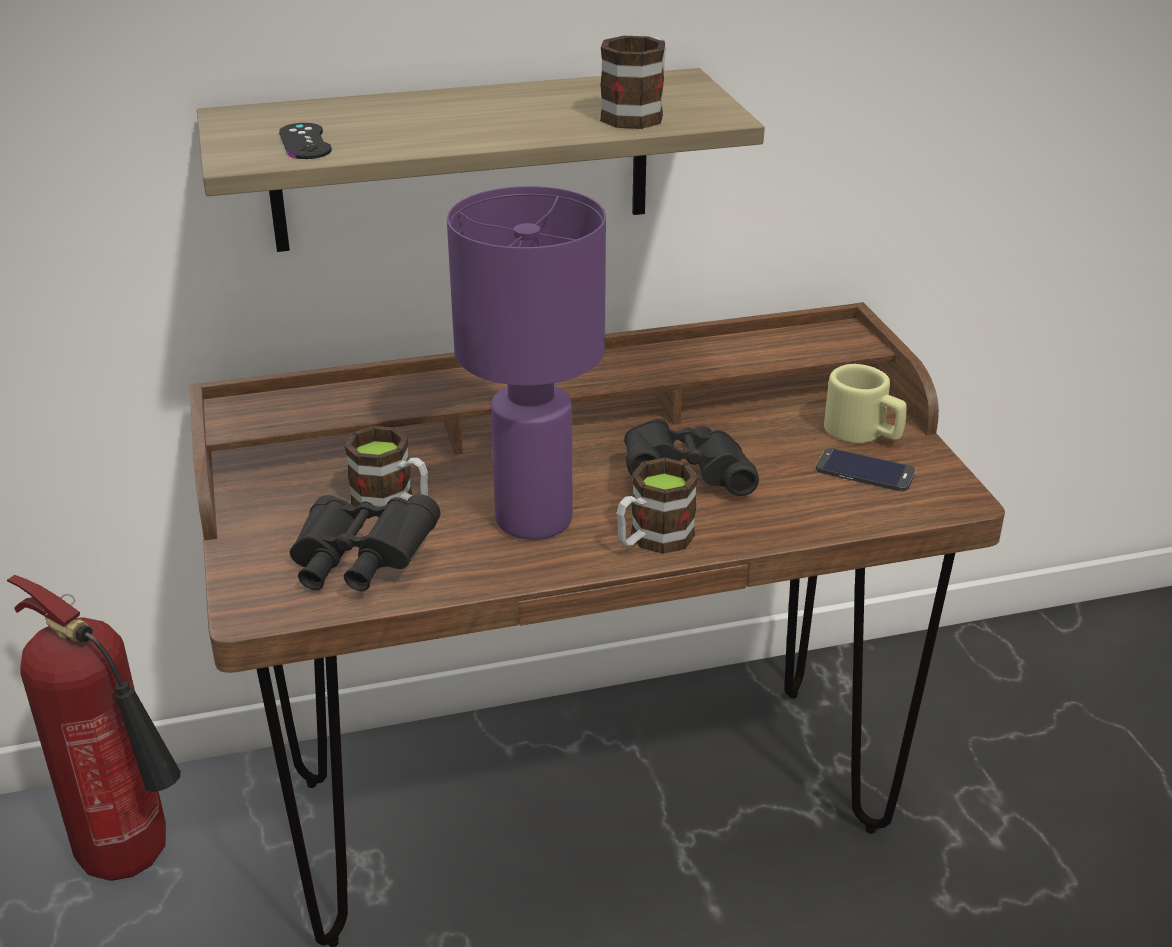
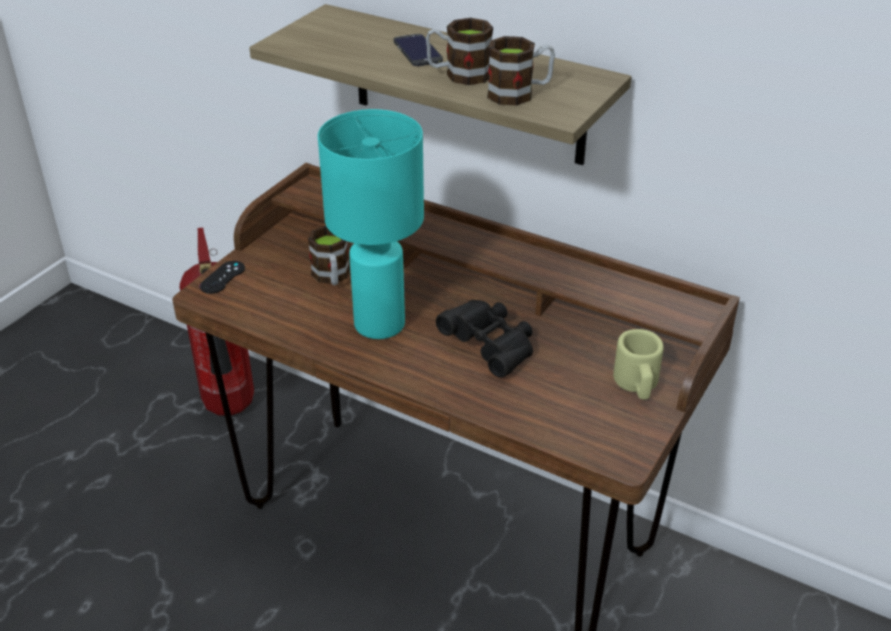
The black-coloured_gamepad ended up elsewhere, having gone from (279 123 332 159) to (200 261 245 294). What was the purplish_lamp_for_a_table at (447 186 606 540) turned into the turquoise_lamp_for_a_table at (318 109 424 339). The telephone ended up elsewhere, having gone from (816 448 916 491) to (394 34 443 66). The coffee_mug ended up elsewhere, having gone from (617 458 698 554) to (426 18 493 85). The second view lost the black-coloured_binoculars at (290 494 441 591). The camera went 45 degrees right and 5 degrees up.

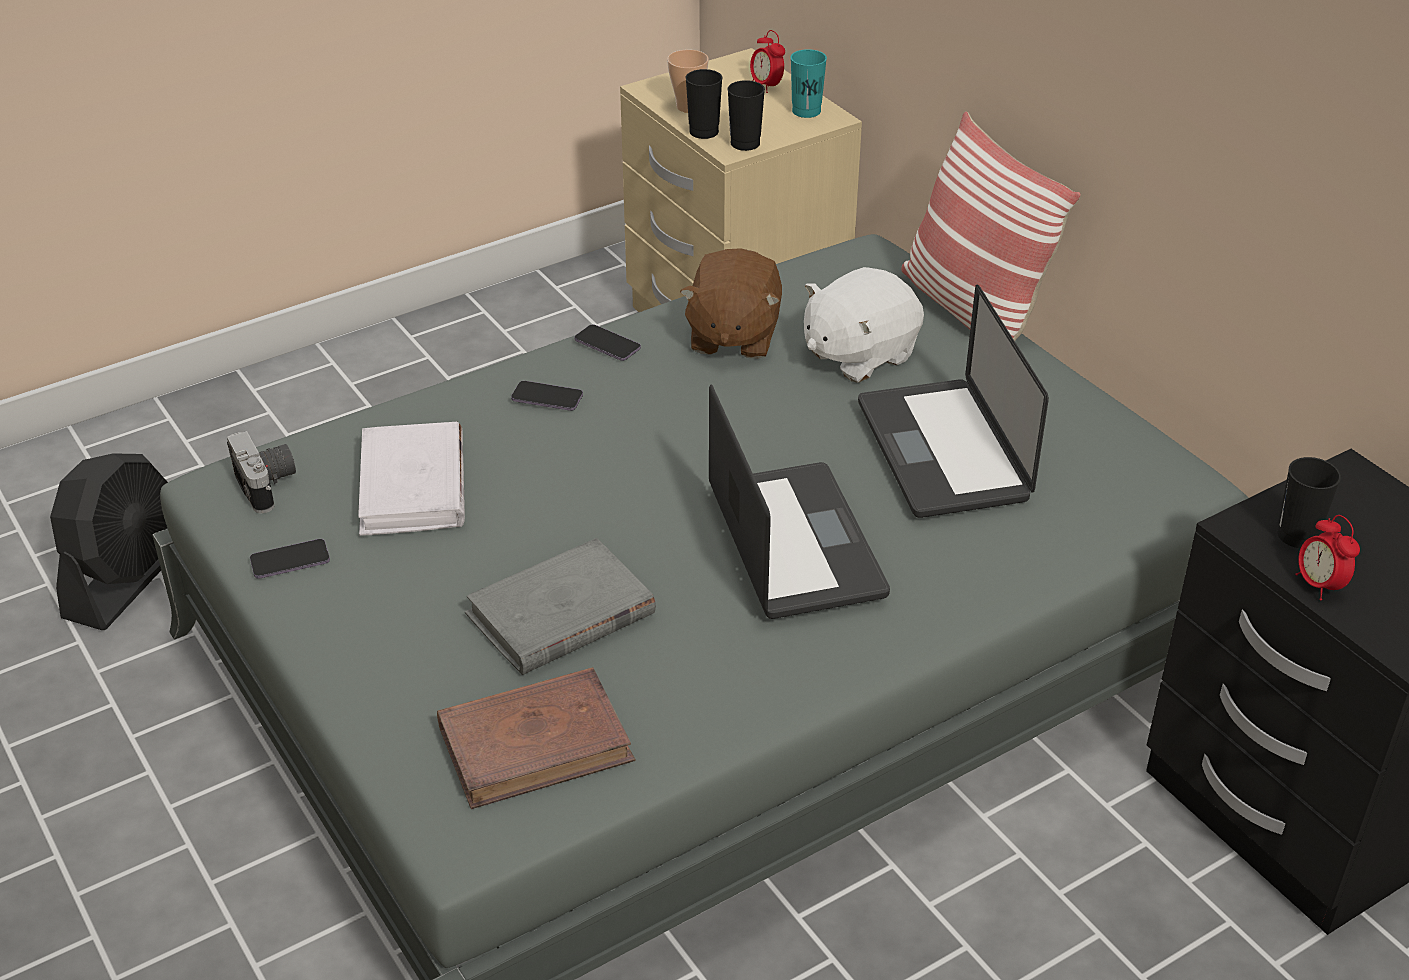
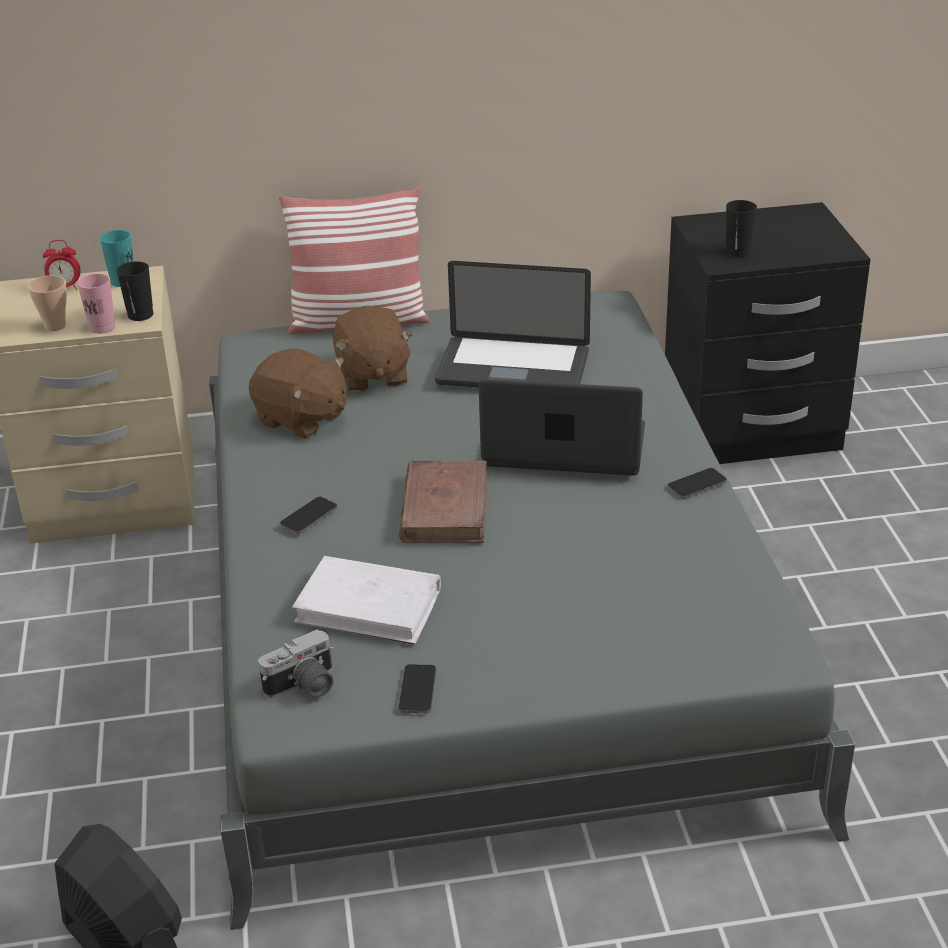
What was the black-coloured_cup at (686 69 723 139) turned into the pink-coloured_cup at (77 273 115 334). The photo_camera at (227 431 296 513) ended up facing another way, 150 degrees clockwise from before. What was the whitish_plush_toy at (804 267 924 383) turned into the brown-coloured_plush_toy at (333 306 413 392). The brown-coloured_bound_book ended up elsewhere, having gone from (437 667 635 809) to (399 460 488 543). The telephone ended up elsewhere, having gone from (574 324 641 361) to (667 468 727 499). The second view lost the gray_bound_book at (465 538 656 675). The second view lost the bedside_clock at (1295 515 1360 601). The camera went 65 degrees left and 5 degrees down.

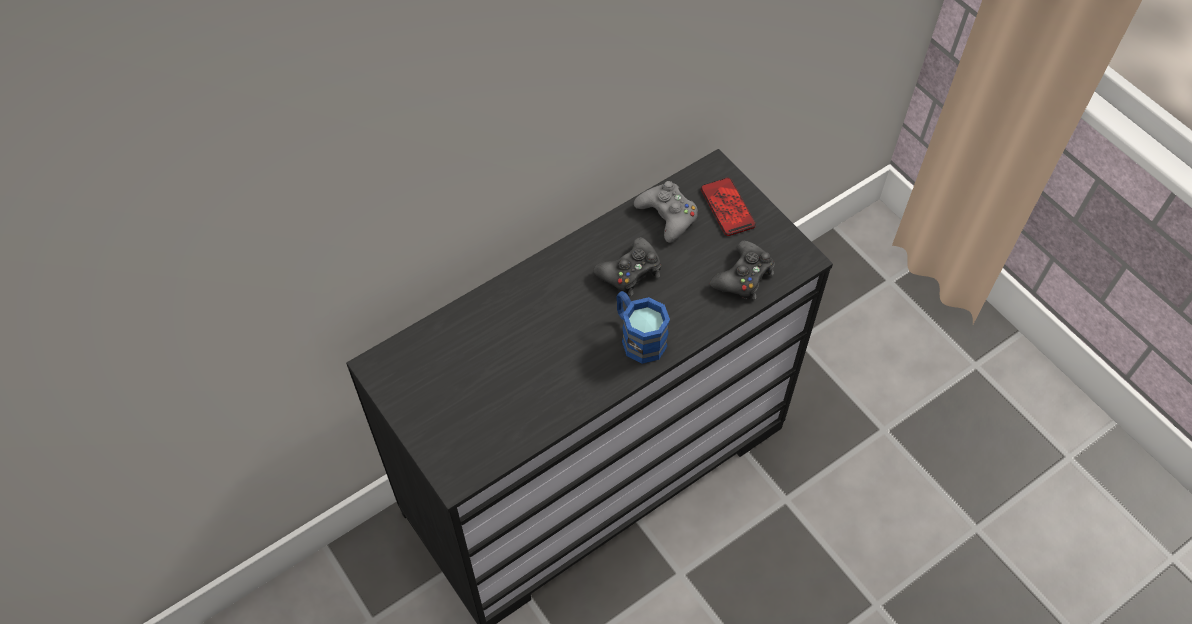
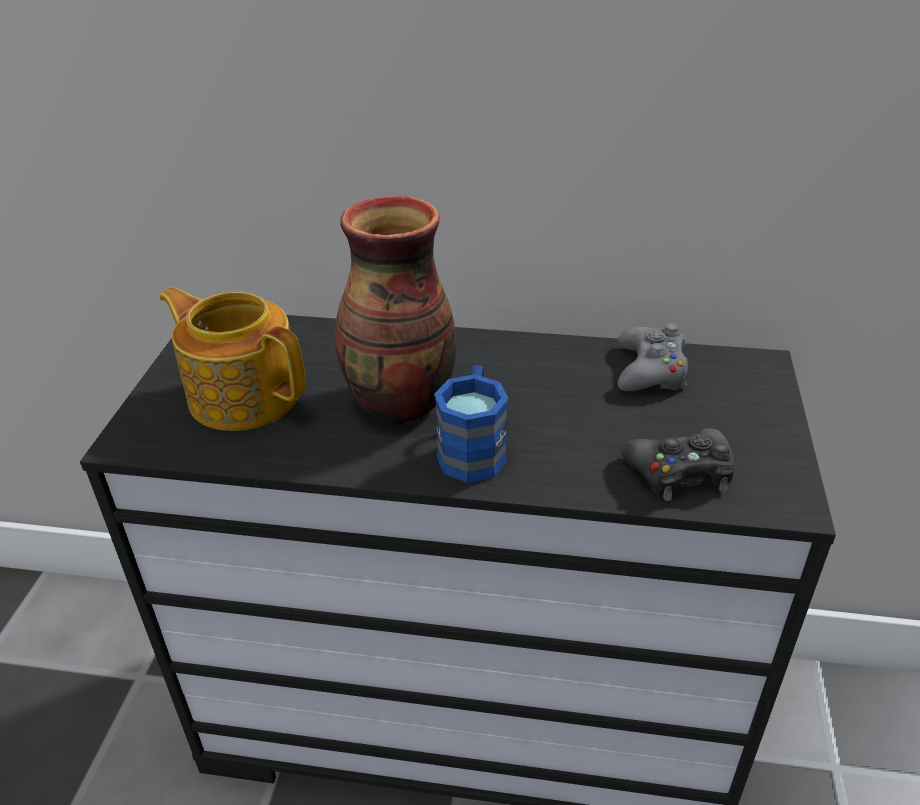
The second view gained the pot_for_tea at (159 287 306 431). The second view gained the flower_vase at (335 196 457 424). The second view lost the black-coloured_gamepad at (593 237 661 296). The second view lost the telephone at (701 178 756 236). The camera went 45 degrees right and 20 degrees down.

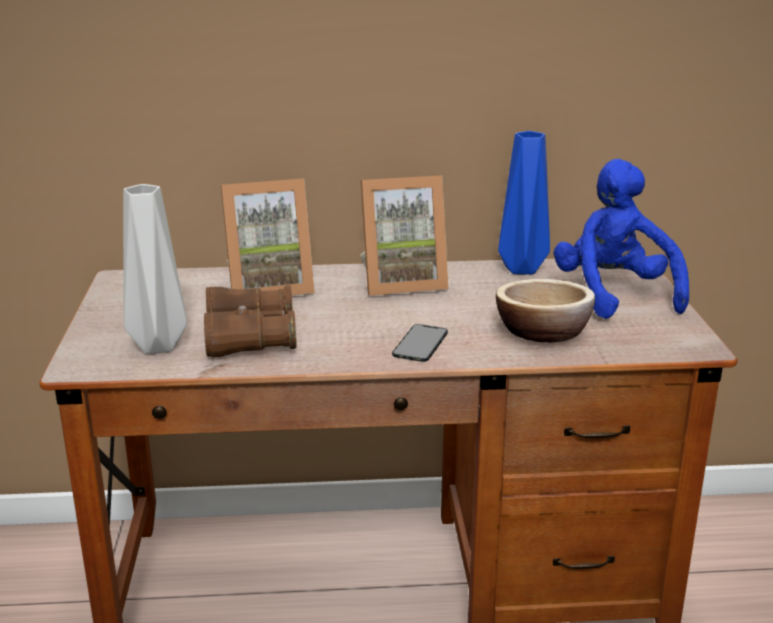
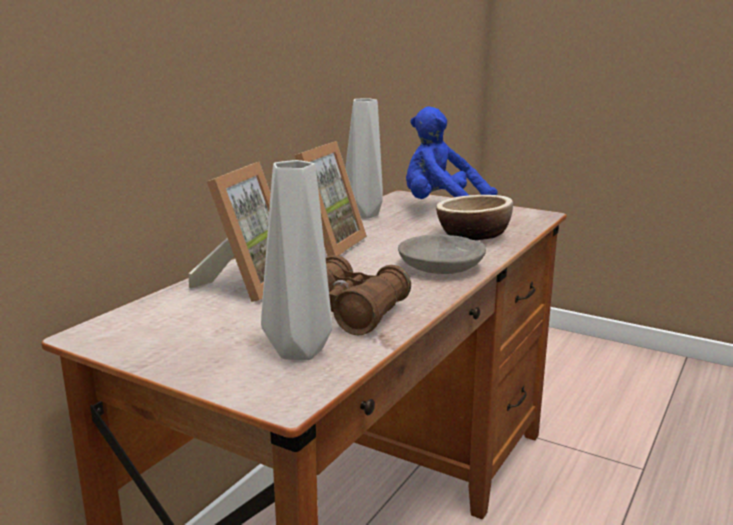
What was the blue_flower_vase at (498 131 550 275) turned into the gray_flower_vase at (345 98 383 219). Where the telephone stood at (392 324 448 362), the gray_deep_dish came to stand at (398 234 486 274). The camera went 55 degrees left and 5 degrees down.

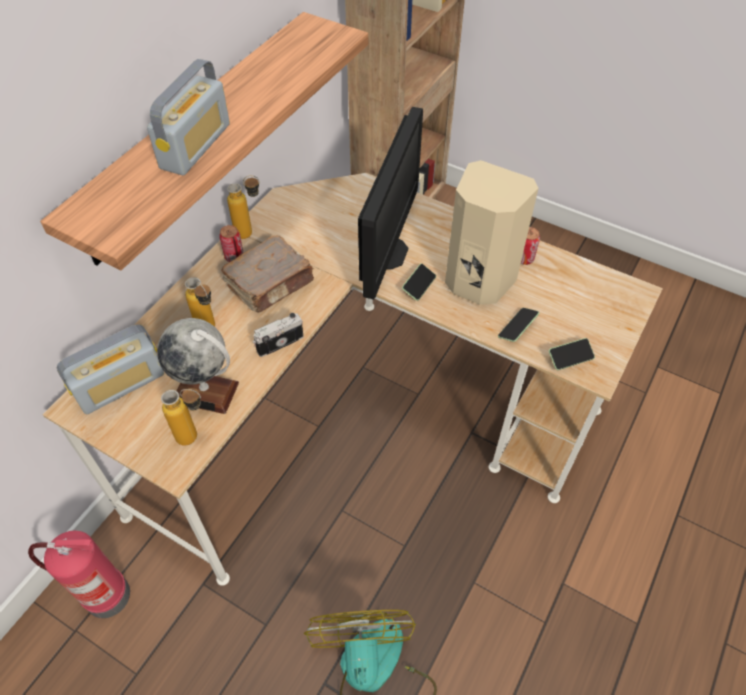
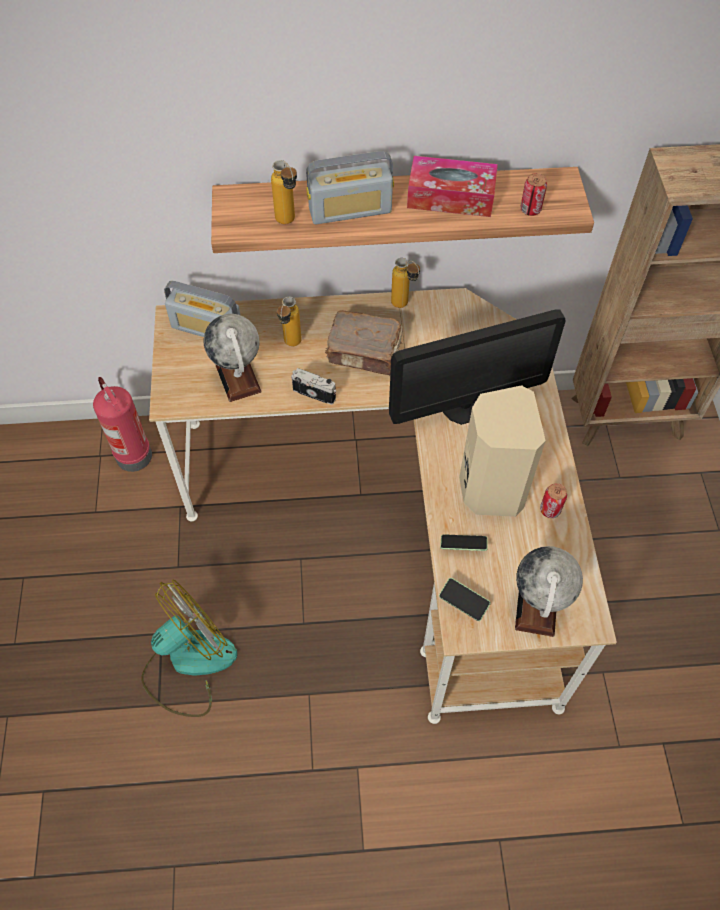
The drink_bottle ended up elsewhere, having gone from (161 388 201 446) to (271 160 297 224). The second view gained the tissue_box at (407 156 498 217). The second view gained the world_globe at (515 546 583 637). The can ended up elsewhere, having gone from (219 225 244 262) to (520 173 547 216). The second view lost the telephone at (402 264 436 301). The camera went 55 degrees right and 5 degrees up.

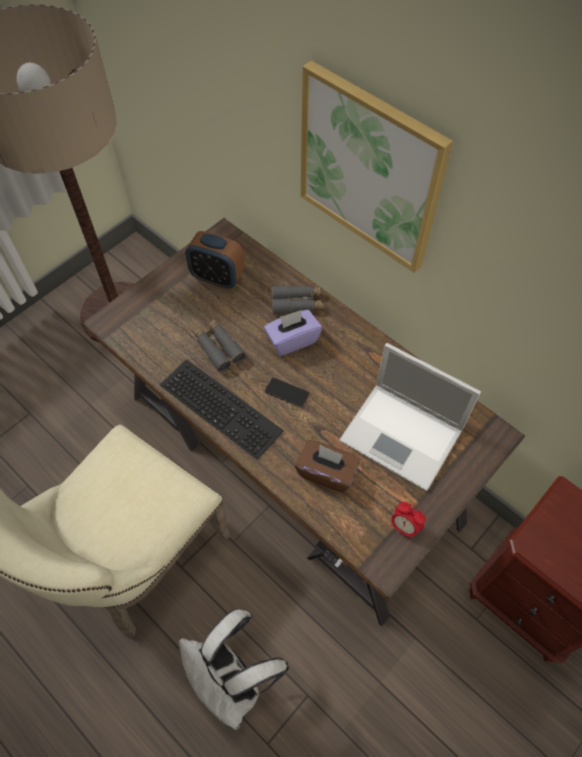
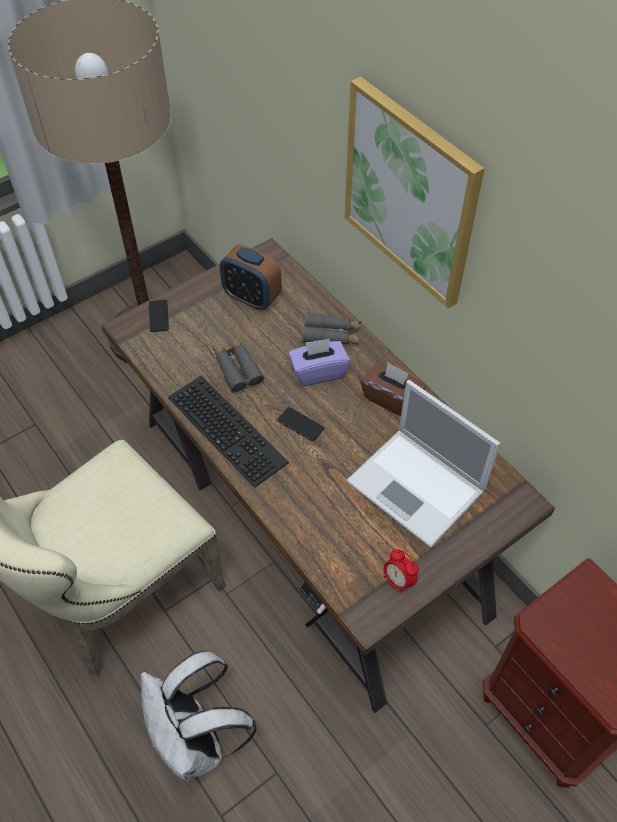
The second view gained the telephone at (148 300 169 332). The brown-coloured_tissue_box ended up elsewhere, having gone from (295 440 360 493) to (361 362 425 416). The camera went 10 degrees right and 5 degrees down.

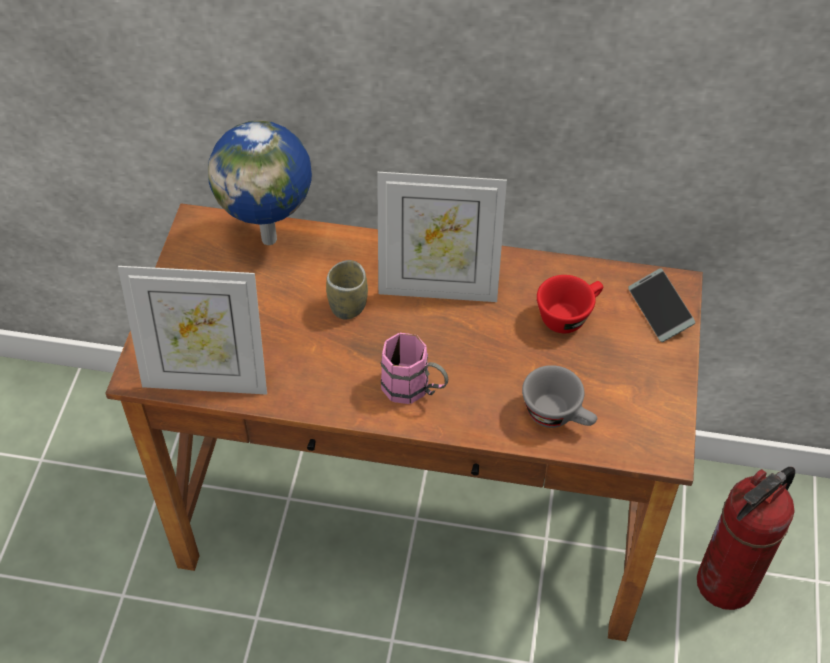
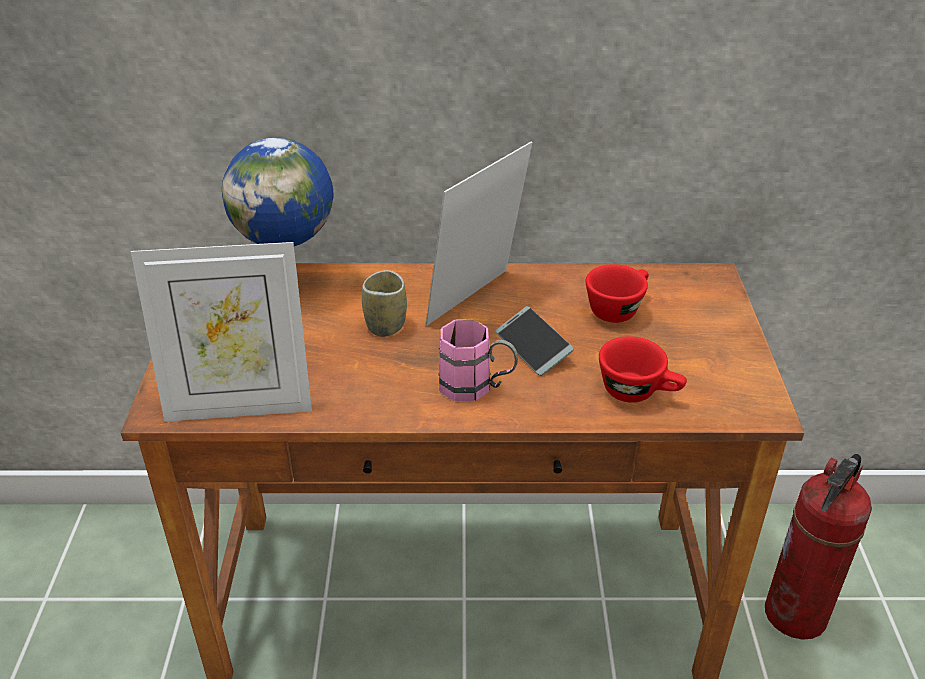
The picture_frame at (377 172 507 302) ended up facing another way, 135 degrees clockwise from before. The telephone ended up elsewhere, having gone from (628 268 695 342) to (496 306 574 376). What was the gray_cup at (522 365 597 428) turned into the reddish_cup at (599 336 687 403). The camera went 10 degrees left and 15 degrees down.

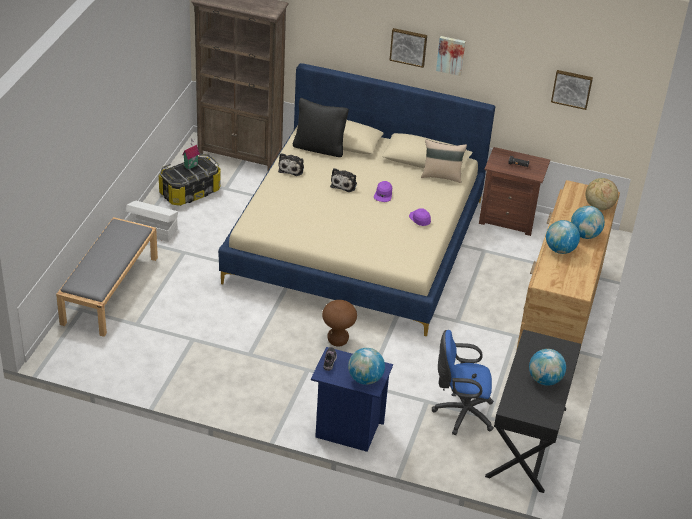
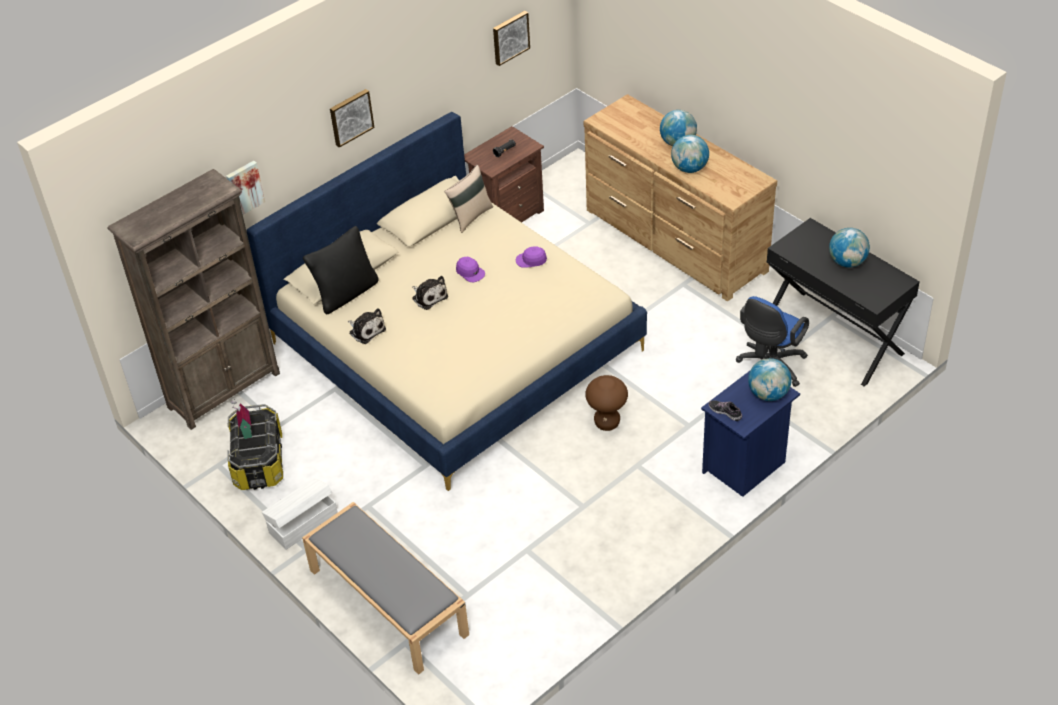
The wall_art ended up elsewhere, having gone from (436 36 465 76) to (226 161 265 215). The second view lost the world_globe at (586 178 618 210). The camera went 55 degrees left and 5 degrees up.

